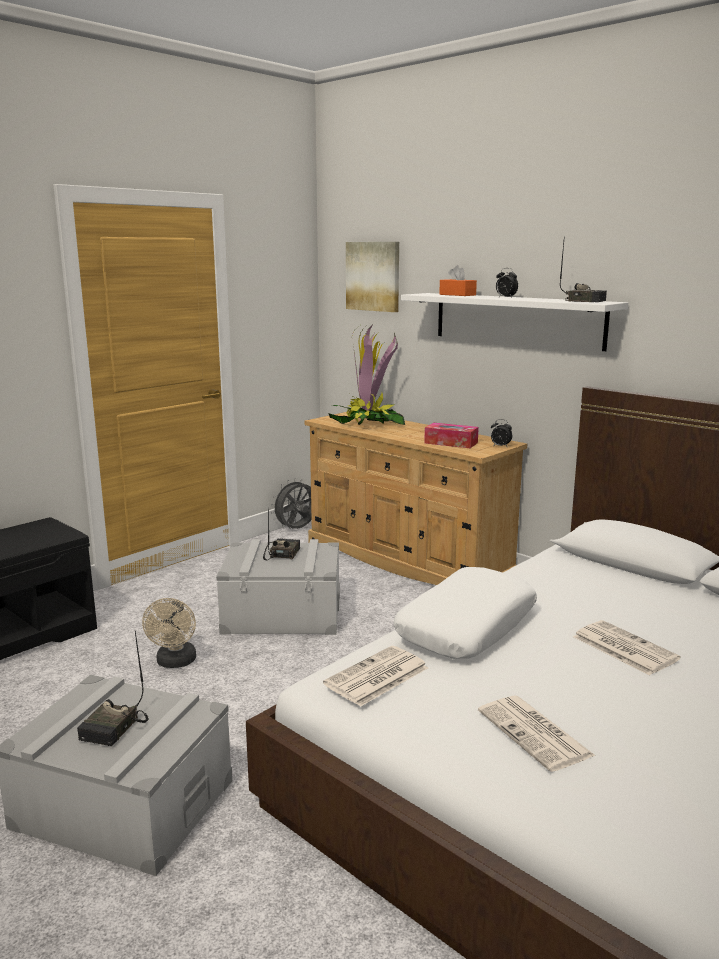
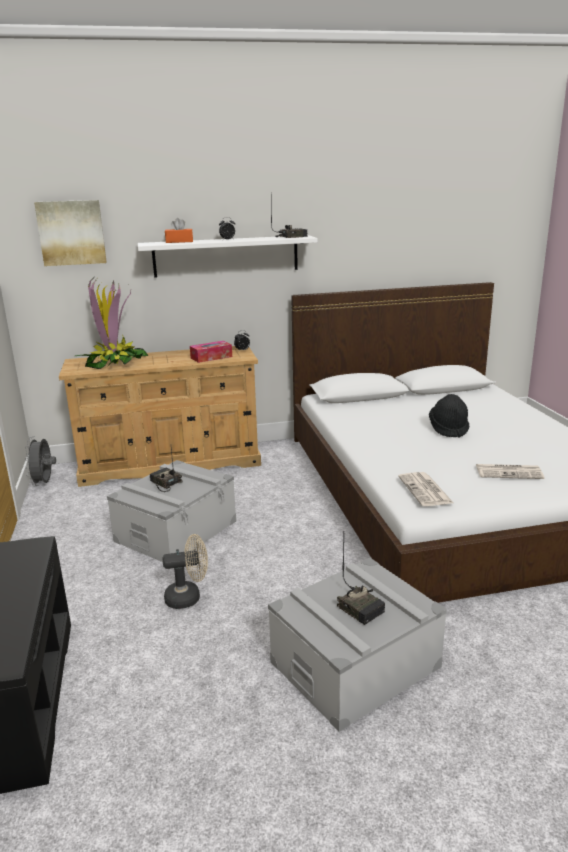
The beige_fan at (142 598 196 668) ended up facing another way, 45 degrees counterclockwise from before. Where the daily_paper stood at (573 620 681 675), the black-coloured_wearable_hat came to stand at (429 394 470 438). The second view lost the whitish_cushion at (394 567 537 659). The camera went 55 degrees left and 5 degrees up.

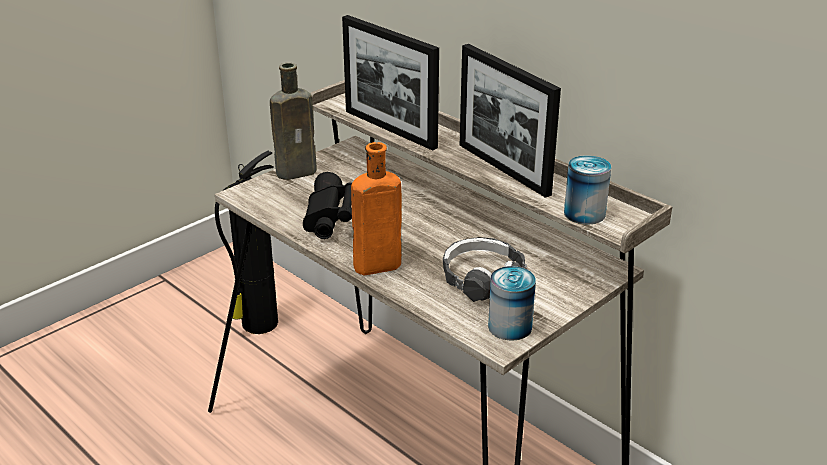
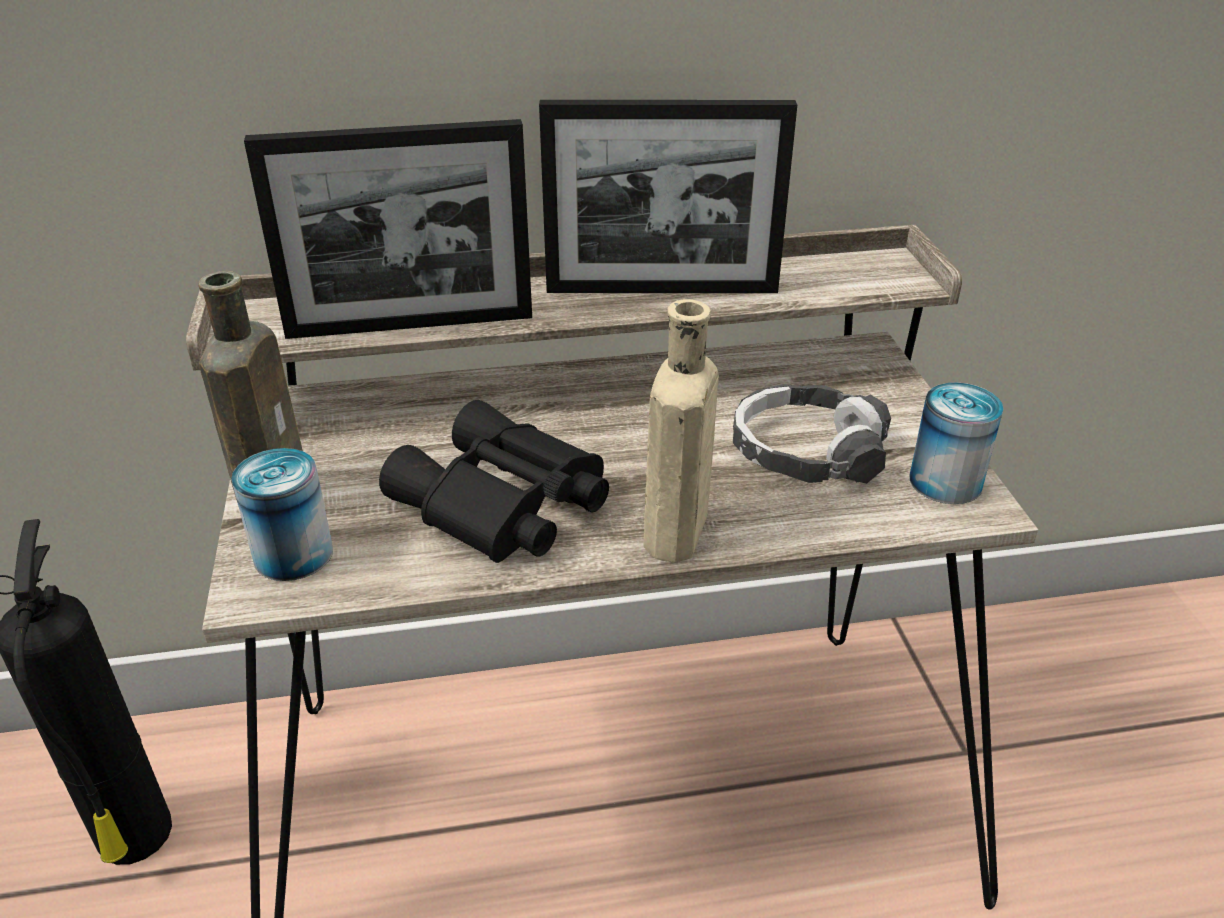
The can ended up elsewhere, having gone from (564 155 611 224) to (231 448 333 581). What was the orangey_drink_bottle at (351 142 402 276) turned into the beige_drink_bottle at (644 299 719 563). The camera went 55 degrees left and 5 degrees up.

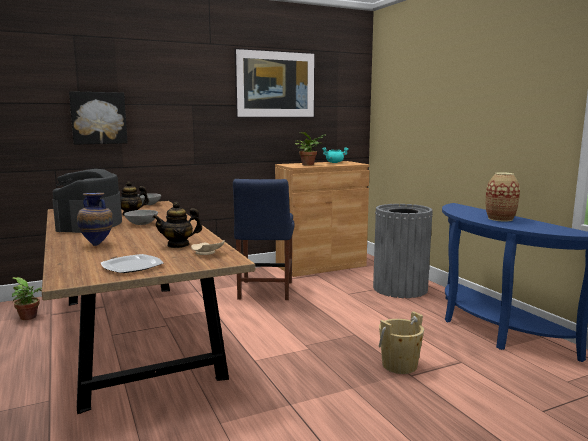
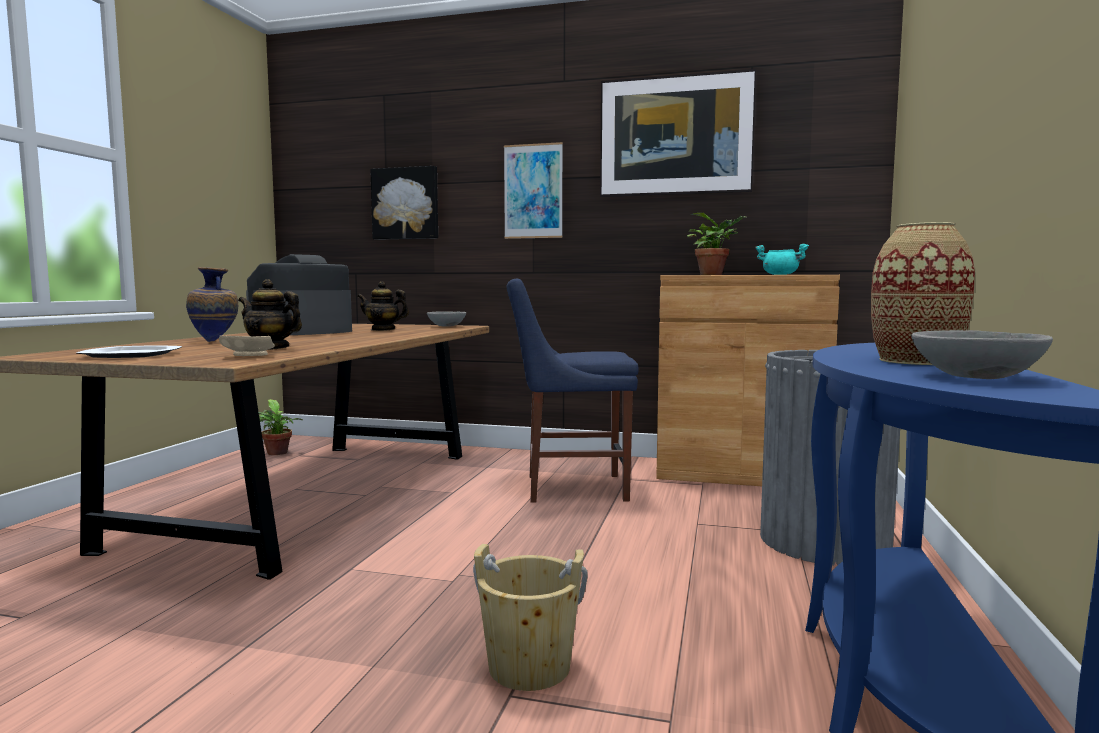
The second view gained the wall_art at (504 142 563 239). The blue_upright_chair at (233 179 294 300) ended up facing another way, 45 degrees clockwise from before. The gray_deep_dish ended up elsewhere, having gone from (124 210 158 225) to (911 330 1053 379). The camera went 40 degrees right and 5 degrees down.

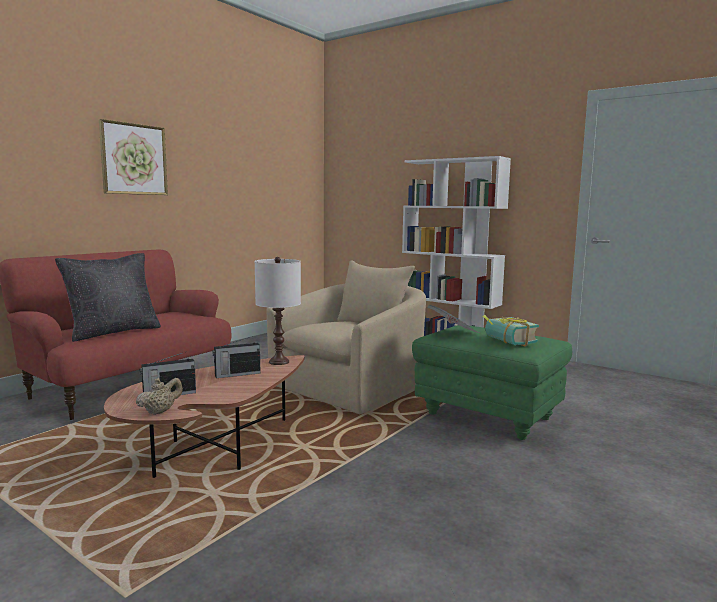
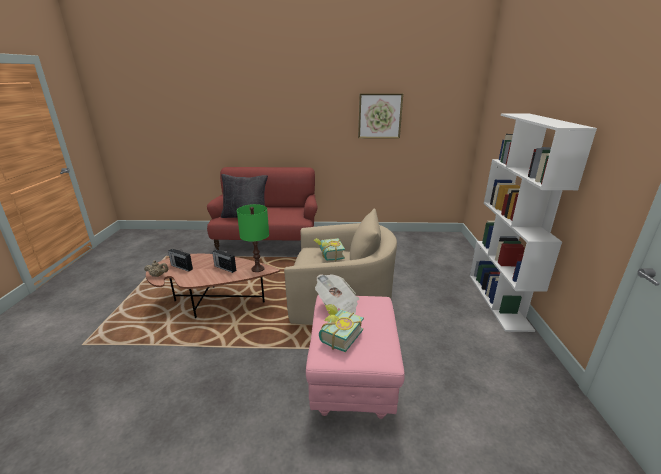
What was the whitish_lamp_for_a_table at (255 257 301 365) turned into the green_lamp_for_a_table at (237 204 269 272). What was the green_pouffe at (412 325 572 440) turned into the pink-coloured_pouffe at (306 295 405 419). The second view gained the bound_book at (314 238 345 261). The wall_art ended up elsewhere, having gone from (99 119 168 195) to (358 93 403 139). The camera went 55 degrees right and 15 degrees up.

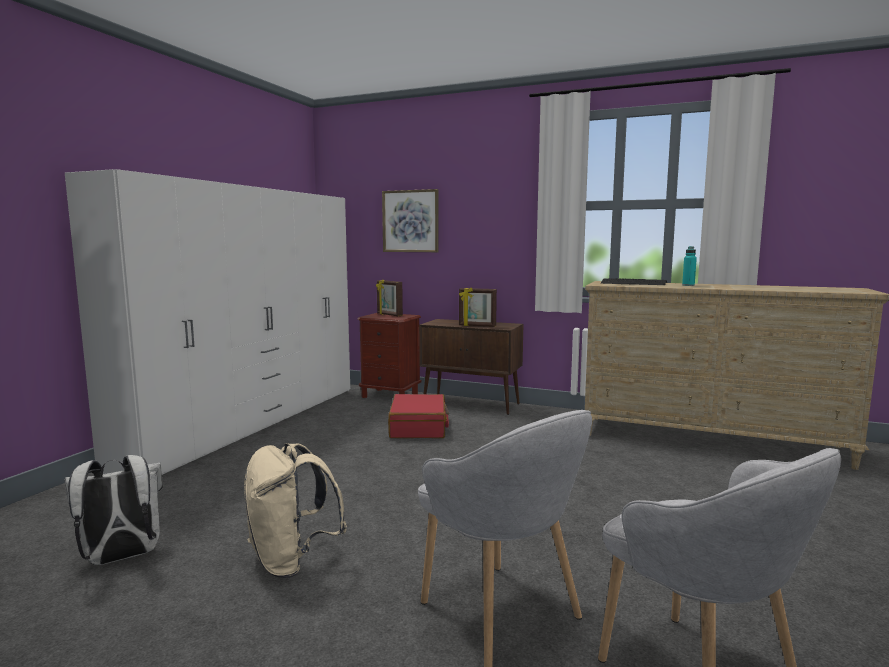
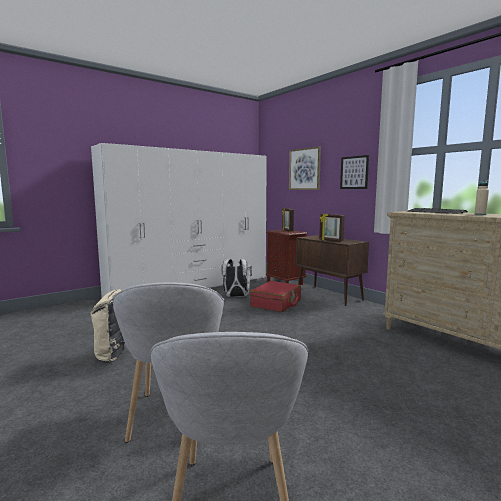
The whitish_knapsack ended up elsewhere, having gone from (64 455 163 565) to (221 259 252 297). The second view gained the wall_art at (340 155 369 189). What was the turquoise_drink_bottle at (682 246 697 286) turned into the beige_drink_bottle at (475 180 489 215). The camera went 30 degrees right and 0 degrees up.

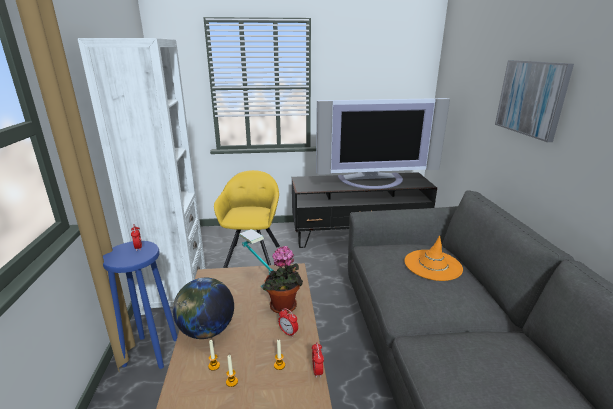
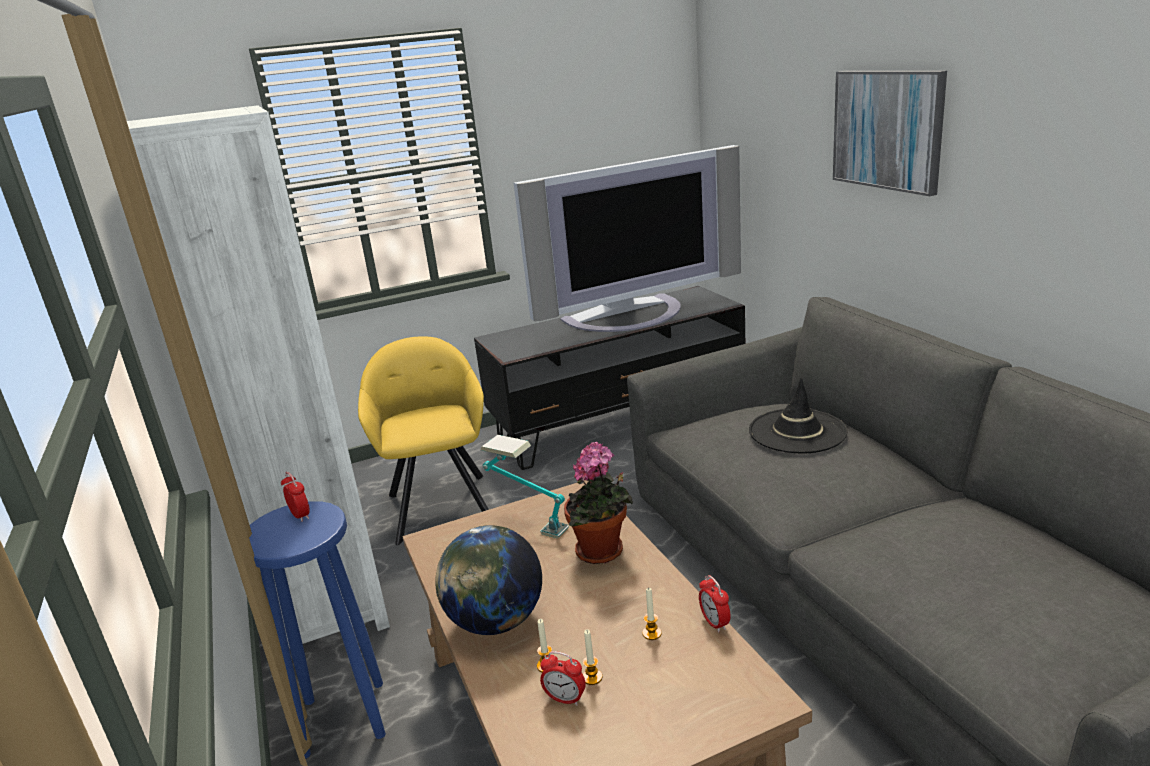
The bedside_clock ended up elsewhere, having gone from (278 308 298 337) to (540 651 586 705). What was the orangey_wearable_hat at (405 235 463 281) turned into the black-coloured_wearable_hat at (749 378 848 454). The camera went 15 degrees left and 0 degrees up.

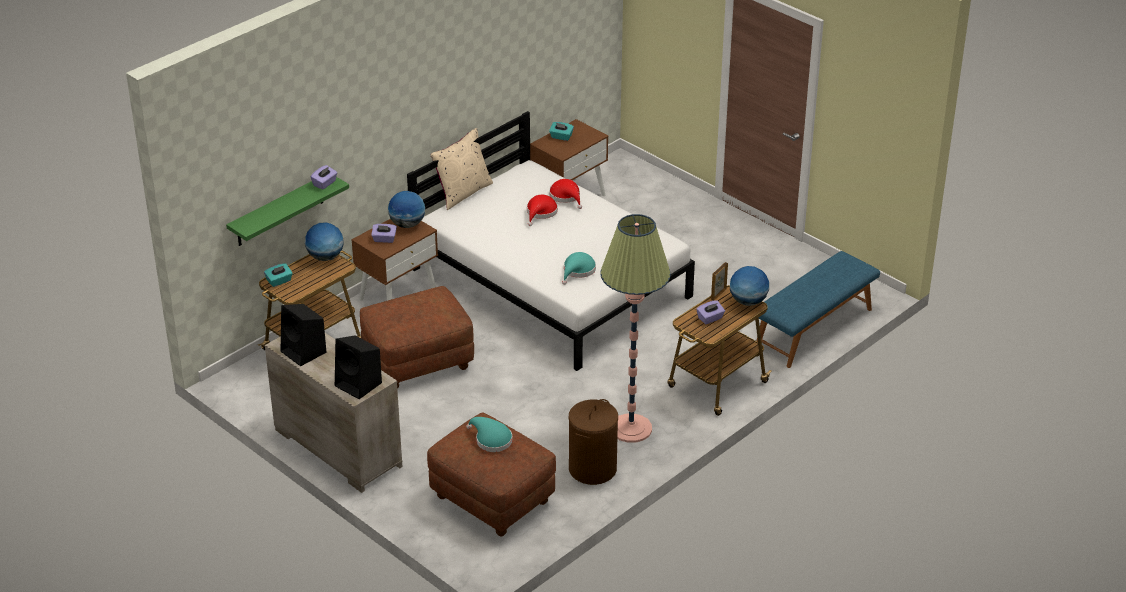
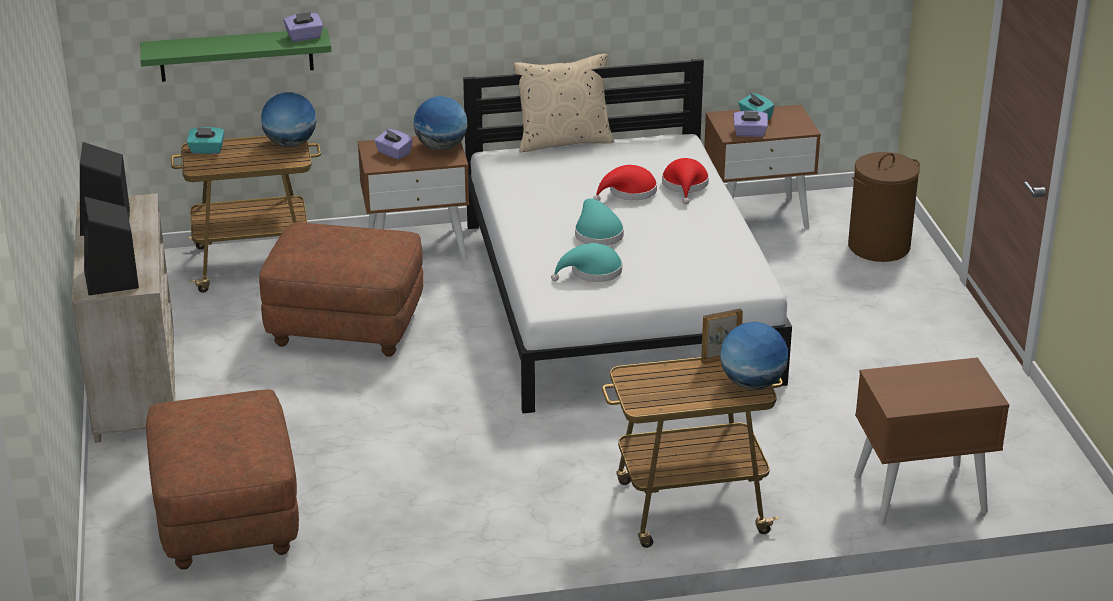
The turquoise_wearable_hat ended up elsewhere, having gone from (466 417 512 452) to (575 198 624 246). The purplish_tissue_box ended up elsewhere, having gone from (696 300 725 324) to (733 111 768 137). The brown-coloured_hamper ended up elsewhere, having gone from (569 399 618 485) to (848 152 920 262). Where the blue_indoor_bench stood at (757 251 880 368), the brown-coloured_nightstand came to stand at (854 357 1009 525). The second view lost the standard_lamp at (600 214 671 443). The camera went 35 degrees right and 5 degrees down.

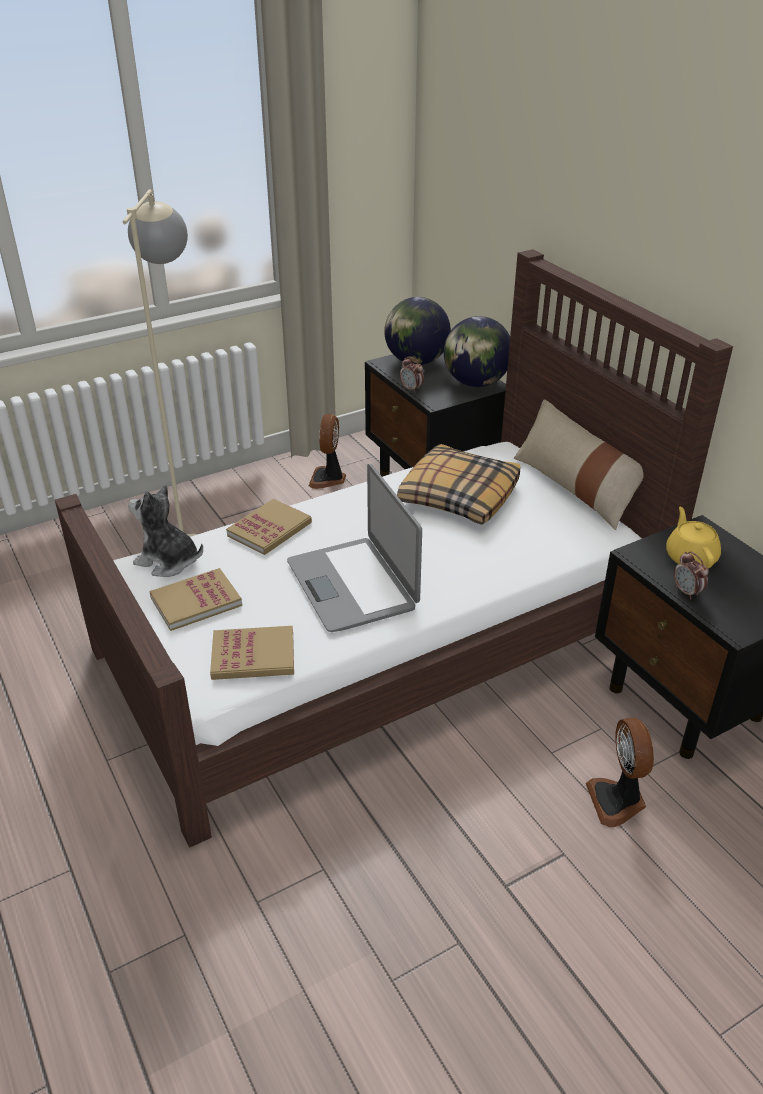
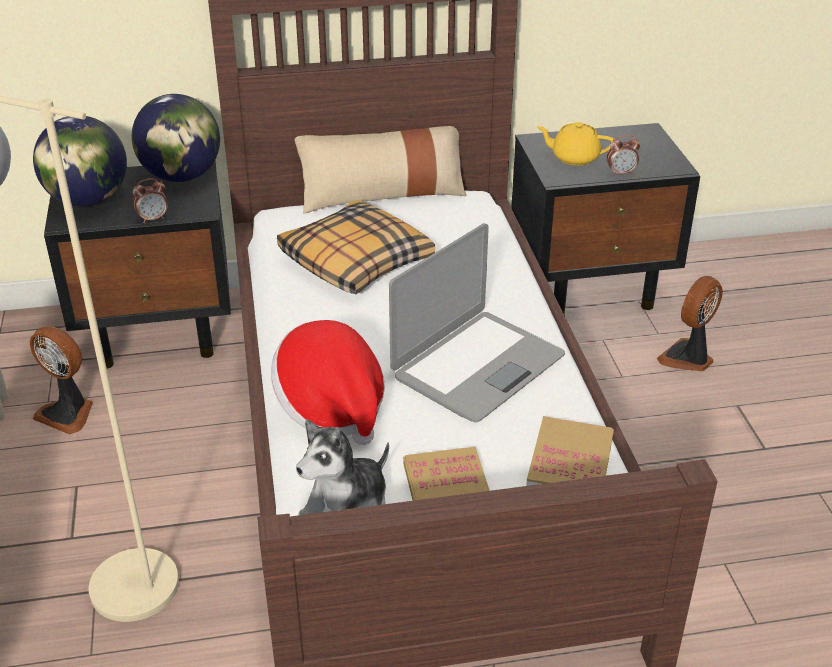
Where the bound_book stood at (226 499 312 555), the wearable_hat came to stand at (271 320 385 445). The laptop at (287 464 422 632) ended up facing another way, 45 degrees counterclockwise from before. The fan at (586 718 654 827) ended up facing another way, 120 degrees clockwise from before. The camera went 70 degrees left and 0 degrees up.

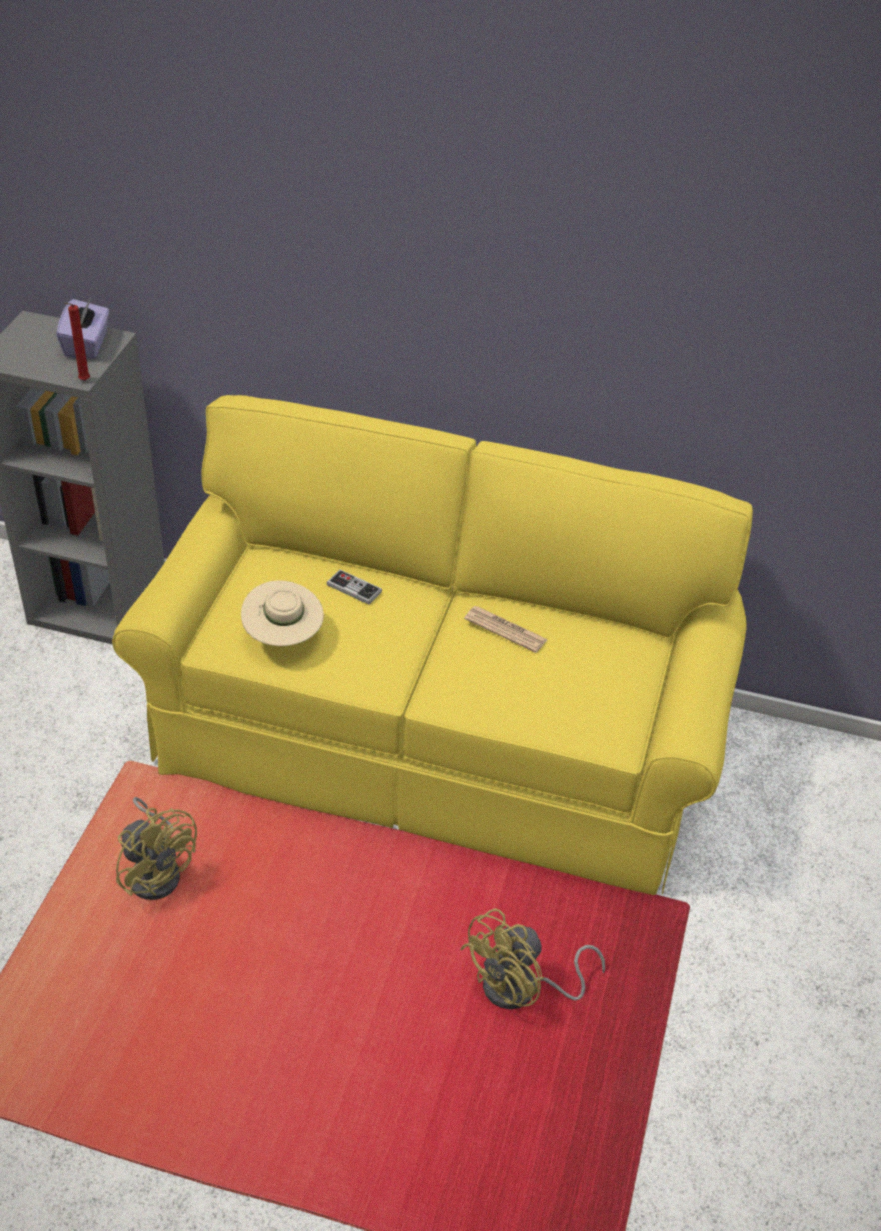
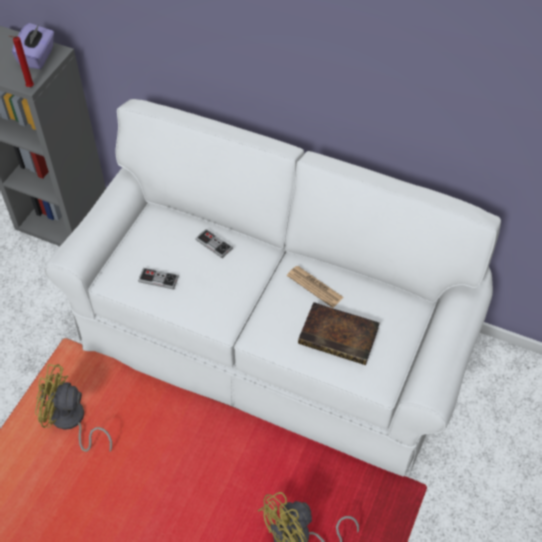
The yellow_fan at (116 797 197 900) ended up facing another way, 135 degrees clockwise from before. What was the yellow_settee at (112 395 753 895) turned into the whitish_settee at (44 99 501 477). Where the beige_wearable_hat stood at (241 580 324 646), the gamepad came to stand at (138 268 179 290). The second view gained the bound_book at (298 302 380 365). The camera went 10 degrees right and 10 degrees up.

